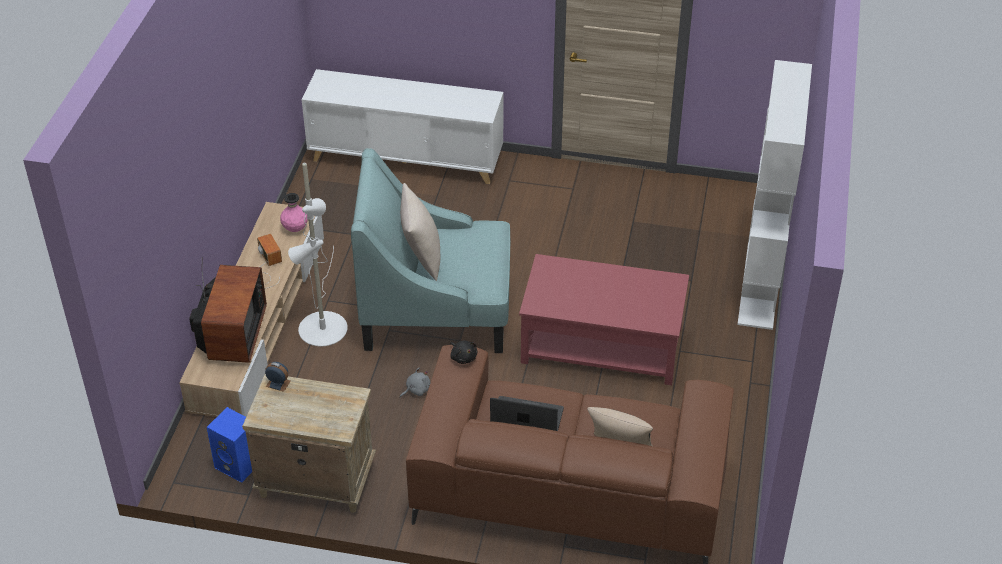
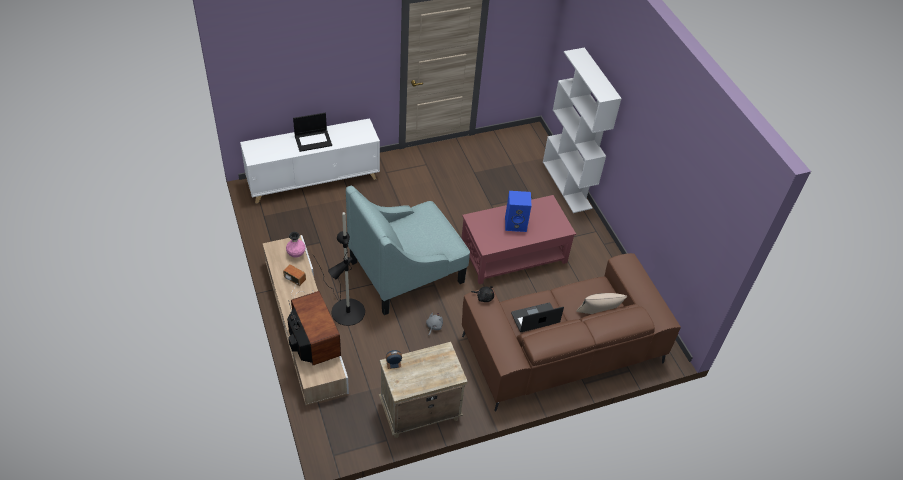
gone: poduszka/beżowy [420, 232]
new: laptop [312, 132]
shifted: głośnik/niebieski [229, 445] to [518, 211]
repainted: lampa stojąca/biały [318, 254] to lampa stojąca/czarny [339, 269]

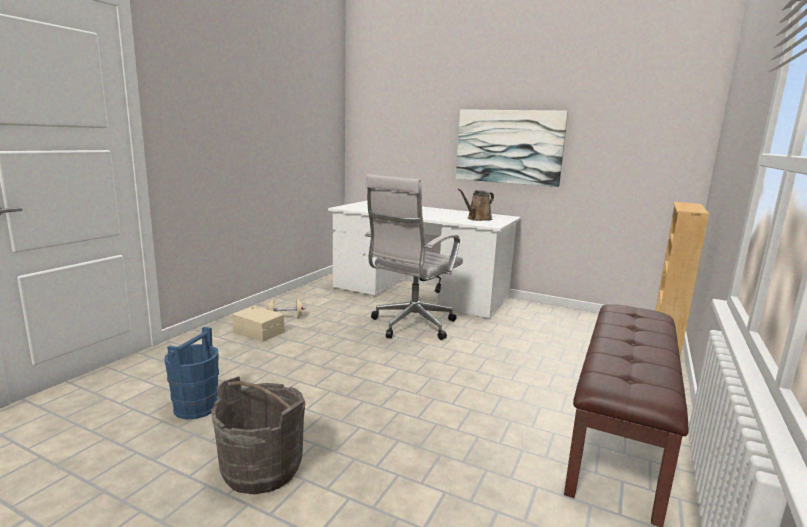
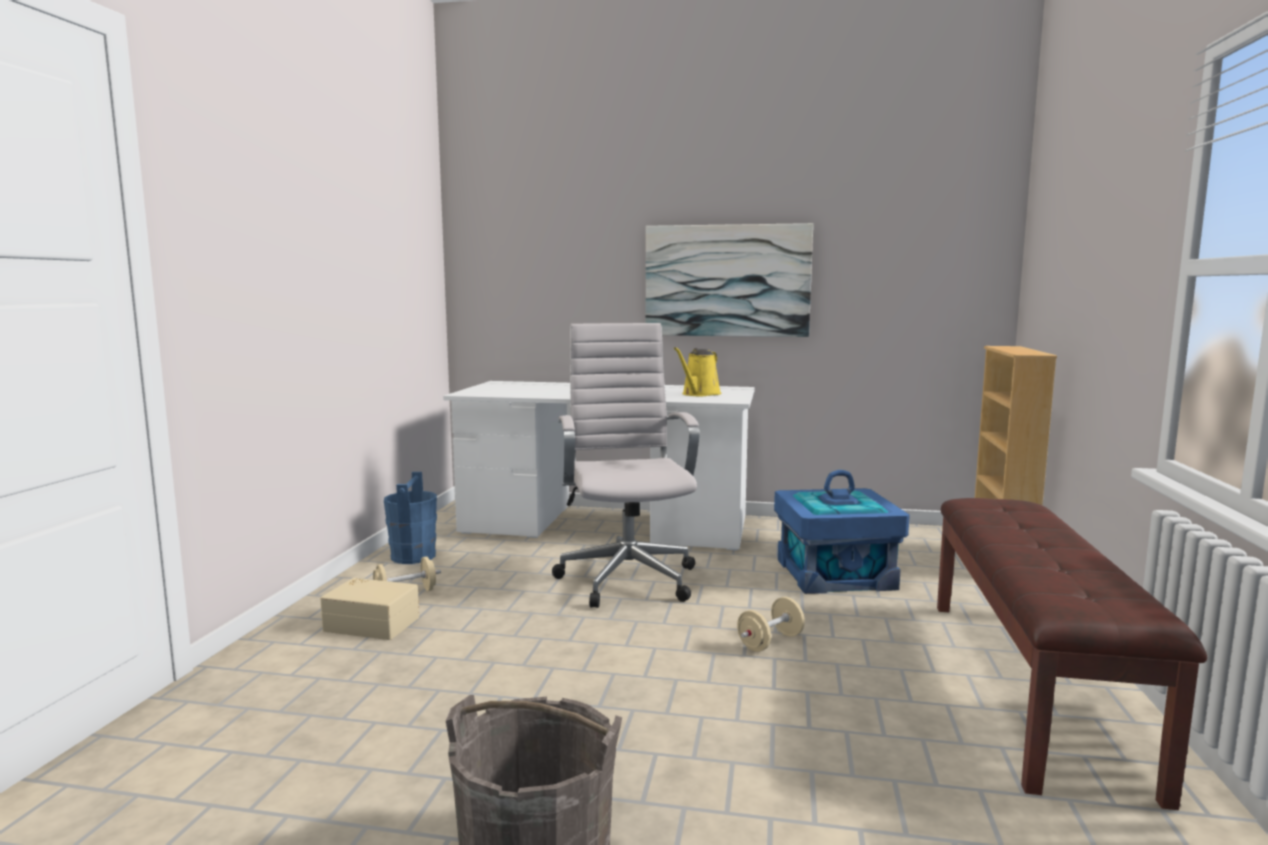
new: hantel/beżowy [771, 624]; pojemnik do przechowywania/niebieski [842, 532]
shifted: wiadro/niebieski [192, 373] to [410, 518]
repainted: konewka/brązowy [476, 205] to konewka/żółty [697, 371]
rotated: krzesło biurowe/biały [414, 257] = [626, 465] 150 degrees clockwise

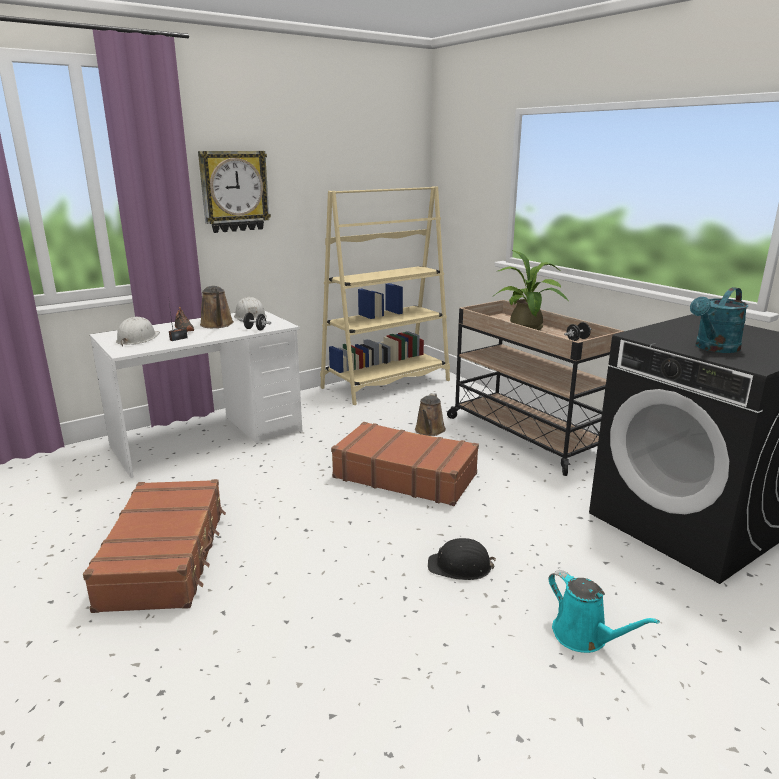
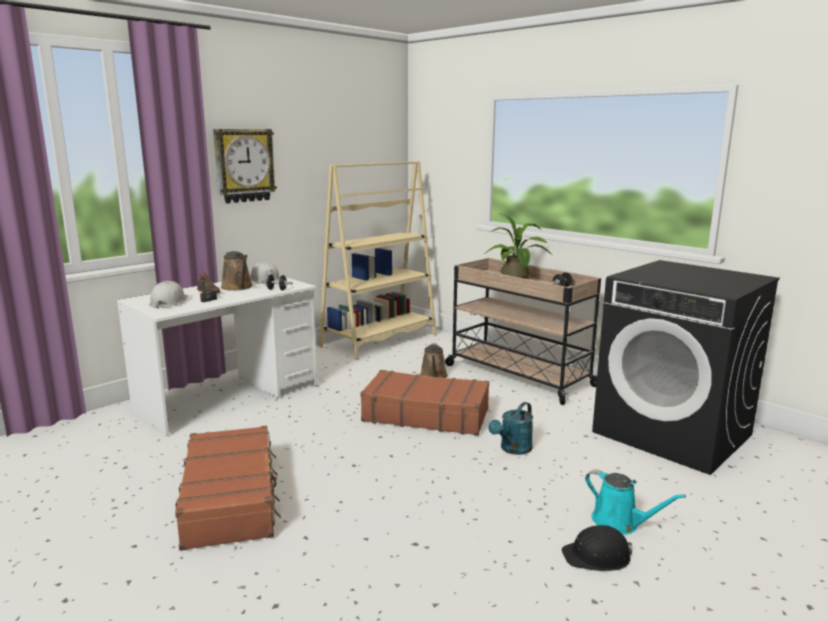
shifted: kask/czarny [462, 559] to [597, 548]; konewka/turkusowy [719, 320] to [510, 428]

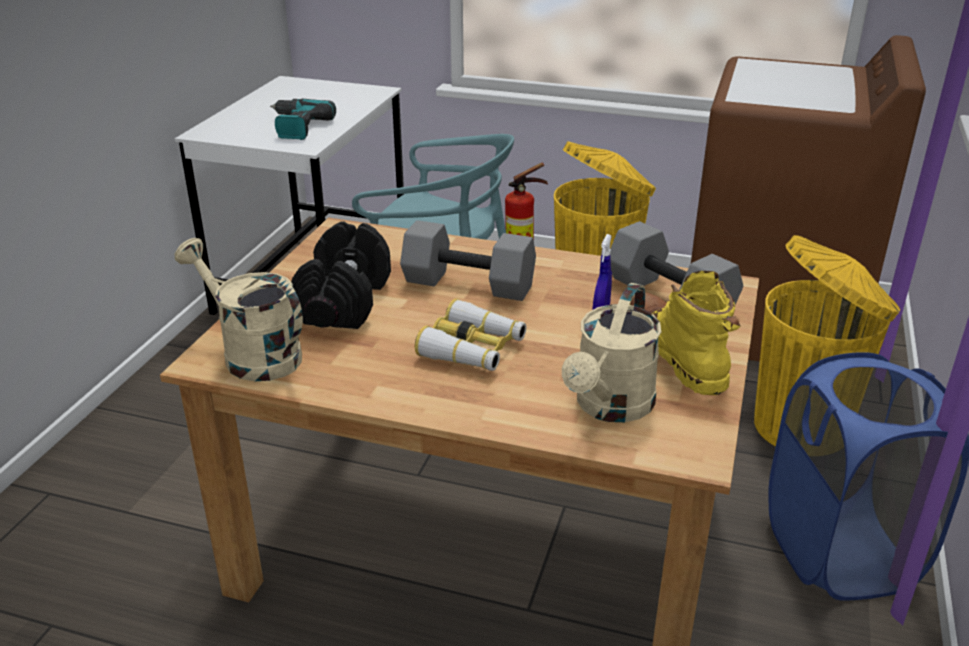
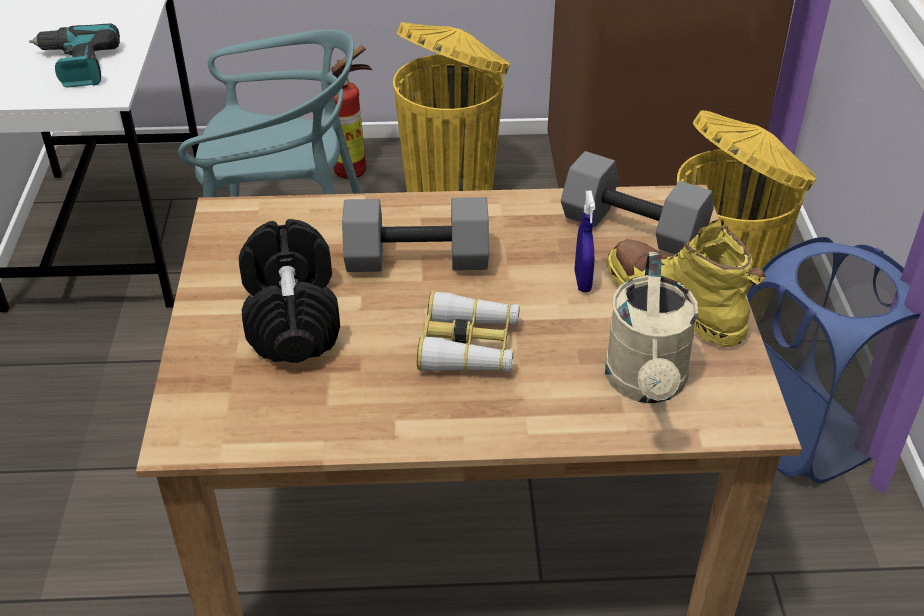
gone: konewka/beżowy [238, 309]

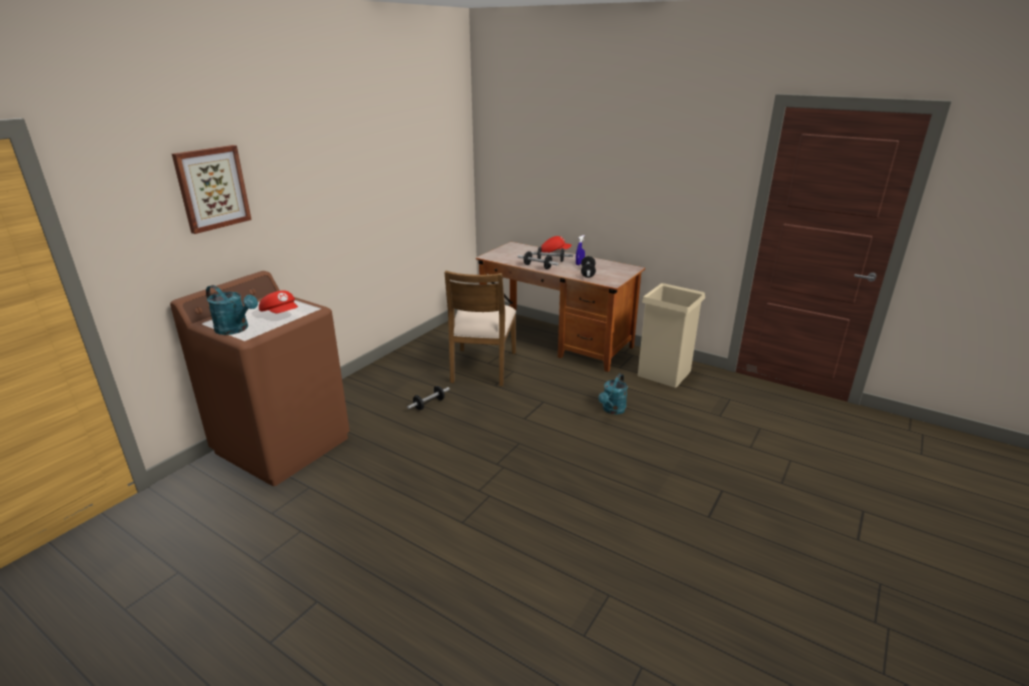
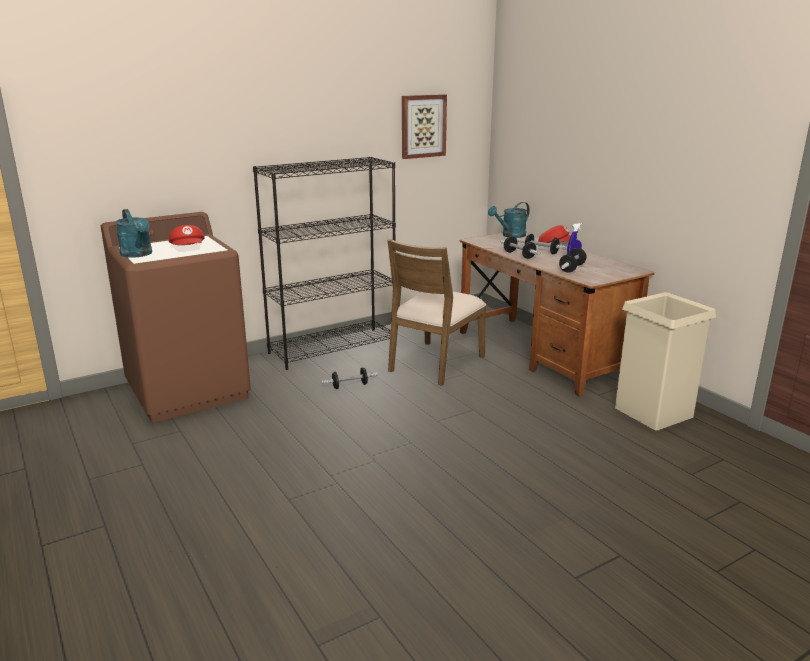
new: regał/czarny [324, 263]
shifted: obraz [212, 189] to [424, 126]; konewka/turkusowy [613, 393] to [509, 220]

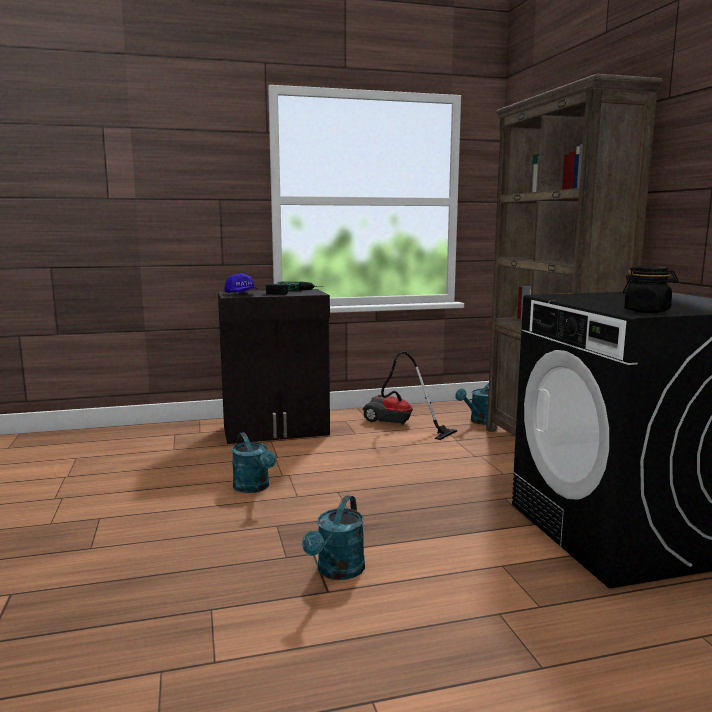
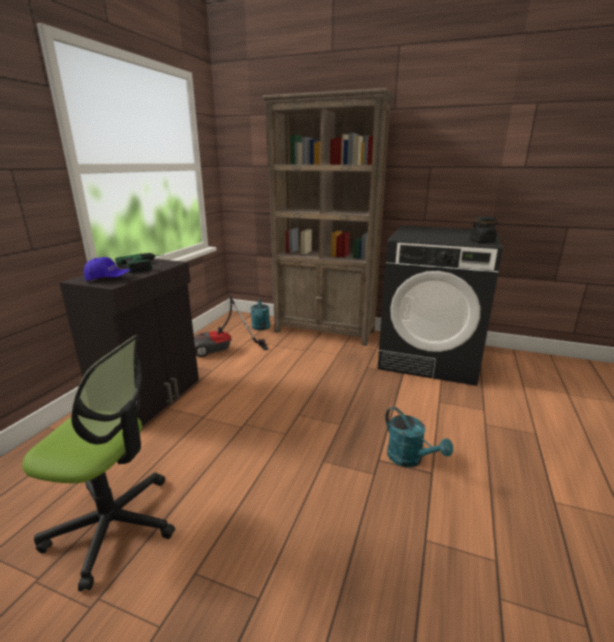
gone: konewka/turkusowy [254, 462]
new: krzesło biurowe [98, 463]

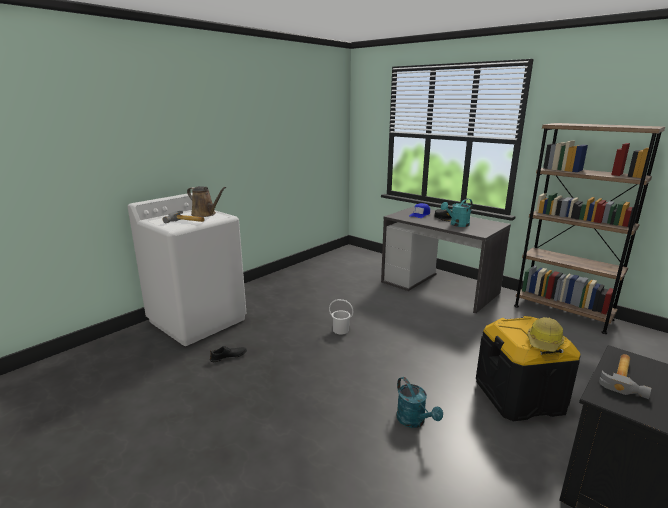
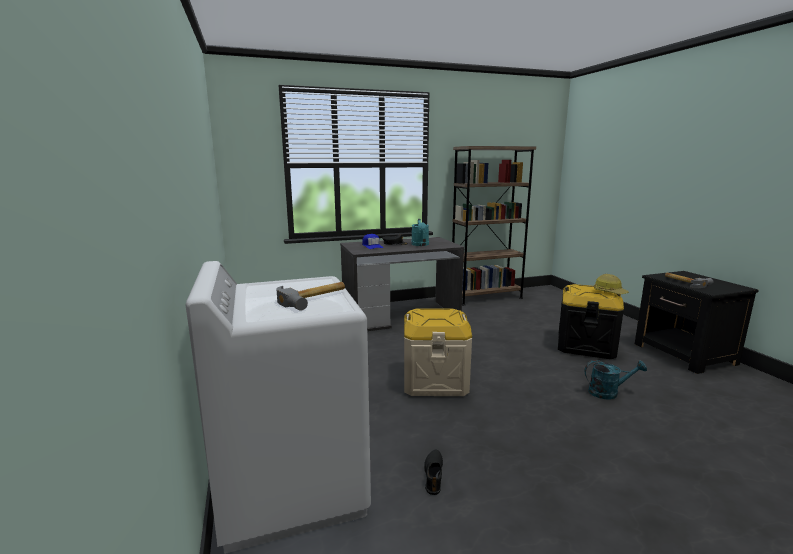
gone: konewka/brązowy [206, 201]
swapped: wiadro/biały [341, 316] to pojemnik do przechowywania/beżowy [438, 352]

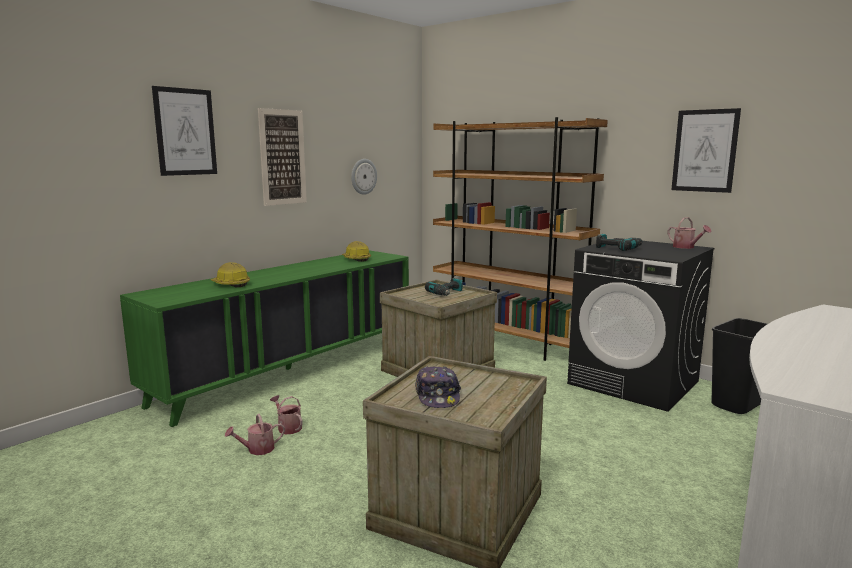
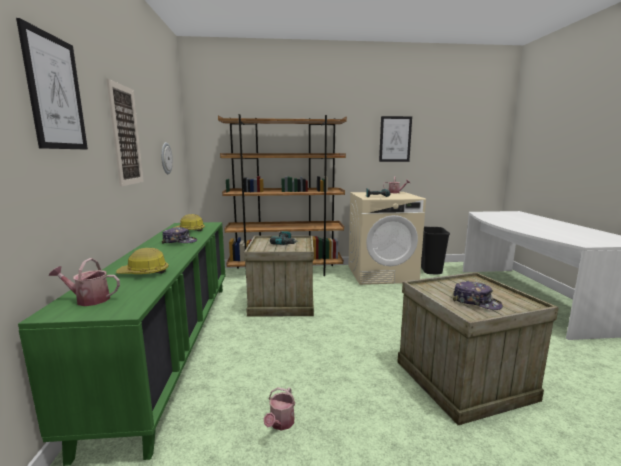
new: czapka z daszkiem [179, 235]
shifted: konewka [286, 414] to [84, 282]
repainted: pralka/czarny [641, 325] to pralka/beżowy [387, 238]

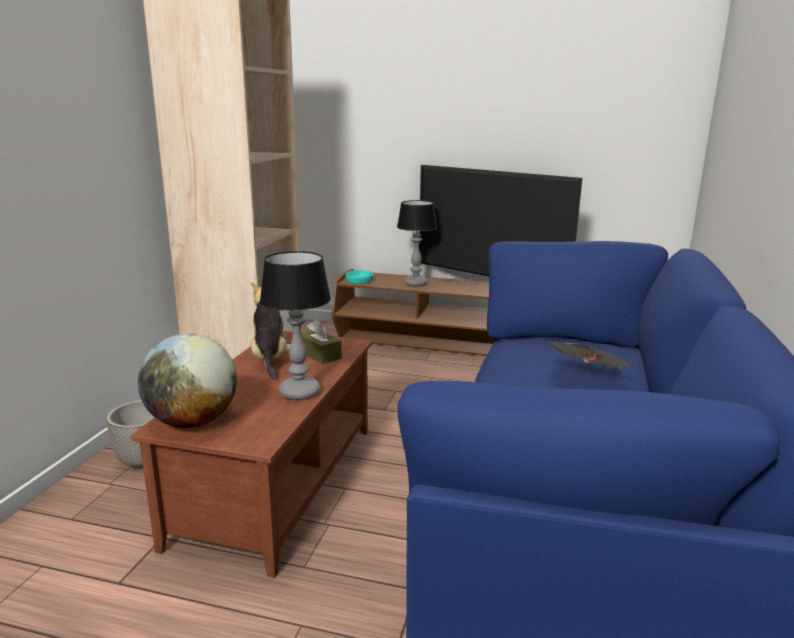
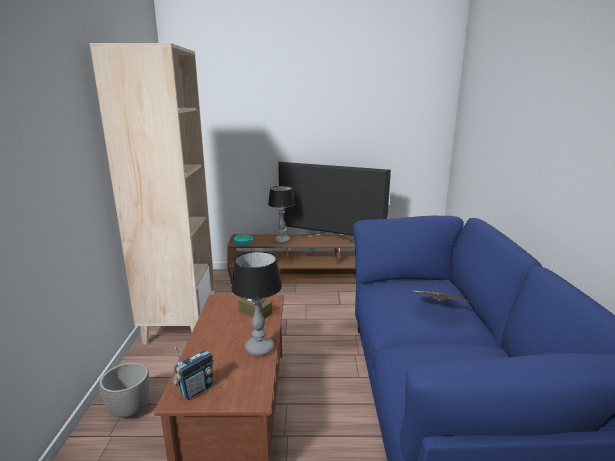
gone: pluszak [270, 330]
swapped: globus [187, 381] to radio [193, 373]

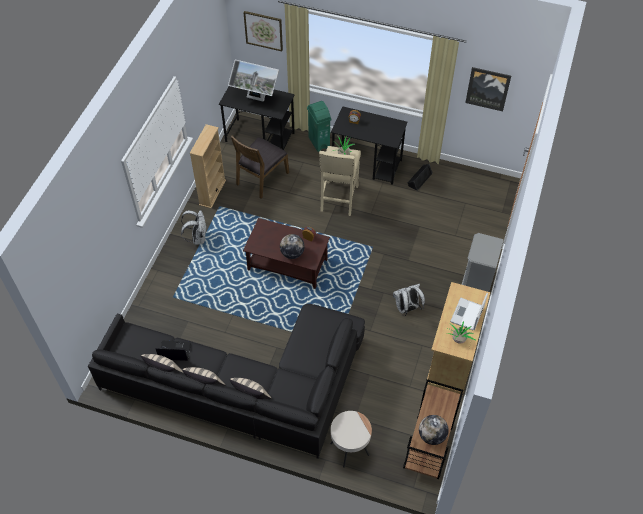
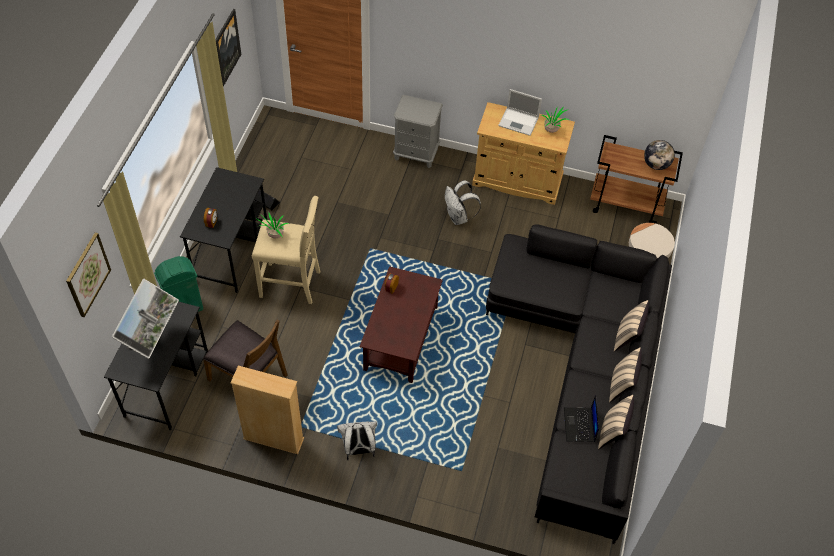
gone: globus [292, 246]

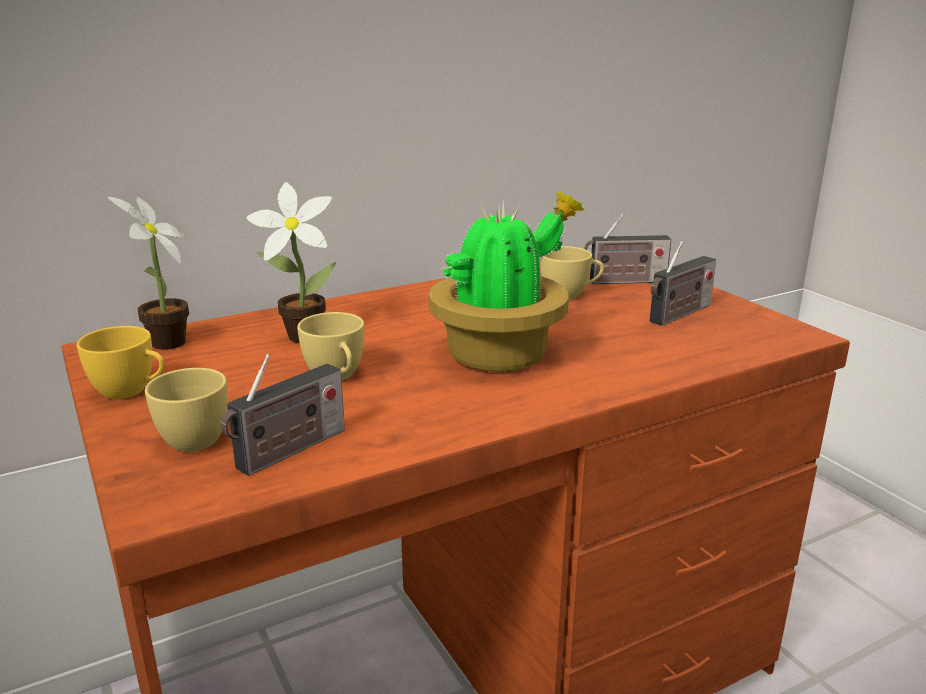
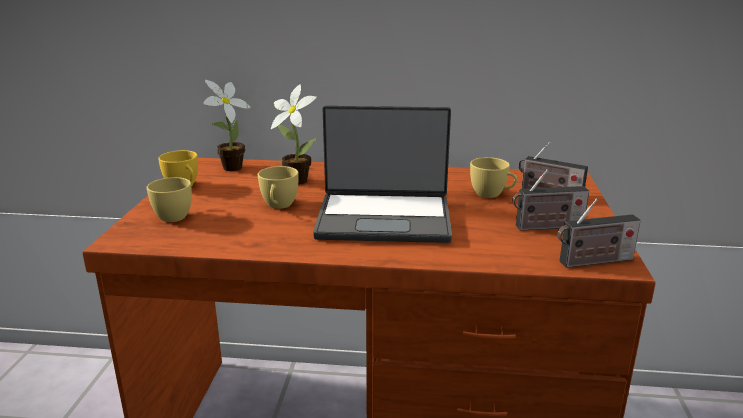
shifted: radio [282, 415] to [599, 233]
swapped: roślina doniczkowa [506, 282] to laptop [382, 174]

